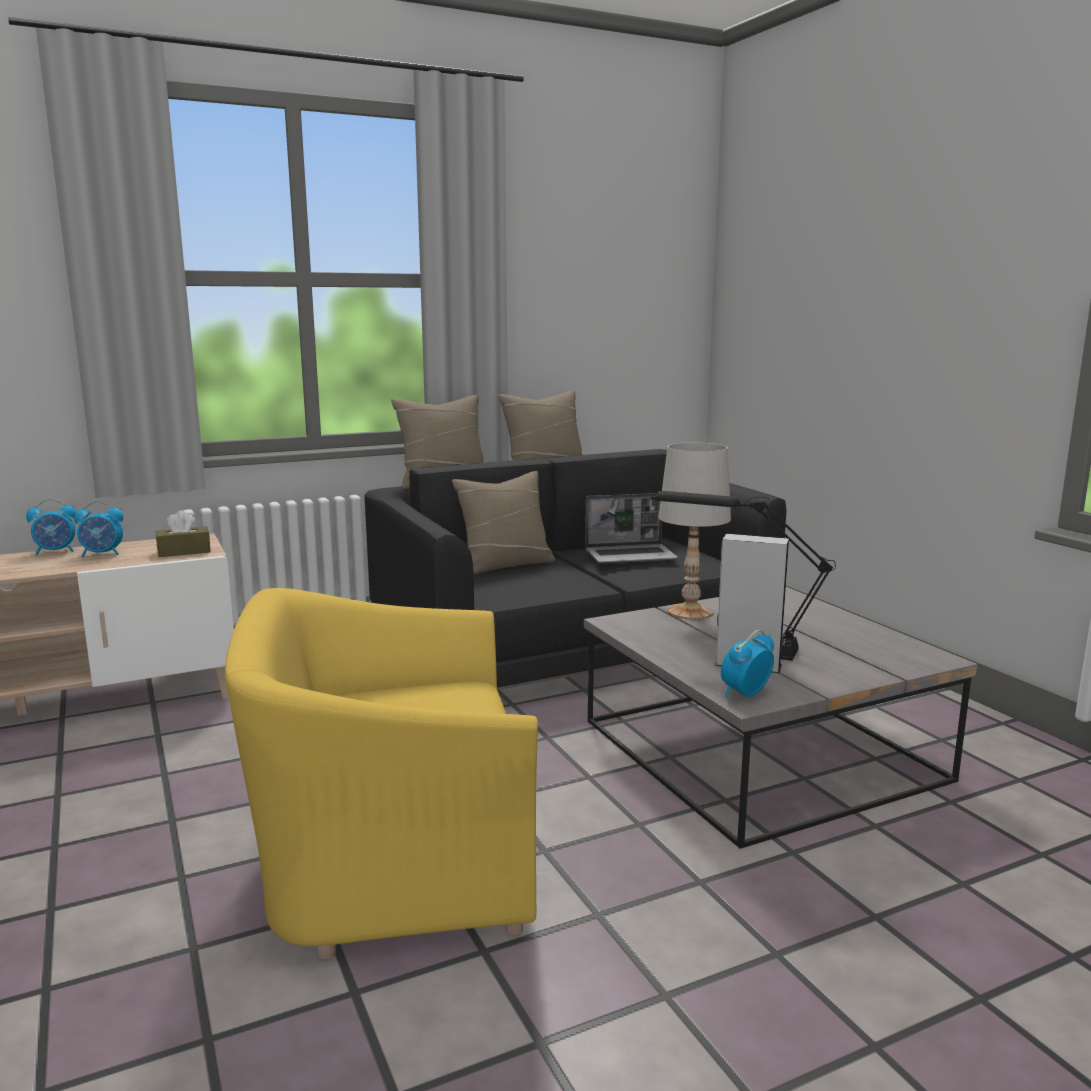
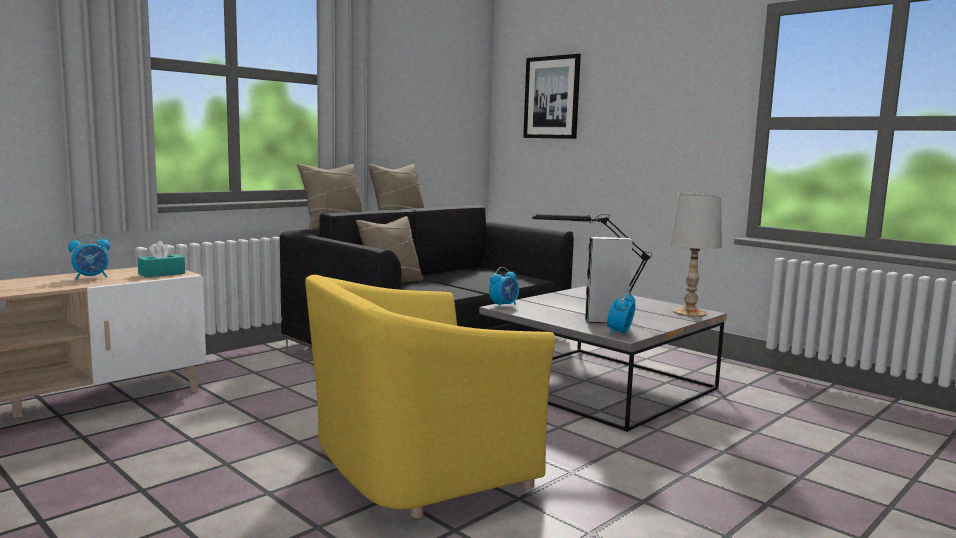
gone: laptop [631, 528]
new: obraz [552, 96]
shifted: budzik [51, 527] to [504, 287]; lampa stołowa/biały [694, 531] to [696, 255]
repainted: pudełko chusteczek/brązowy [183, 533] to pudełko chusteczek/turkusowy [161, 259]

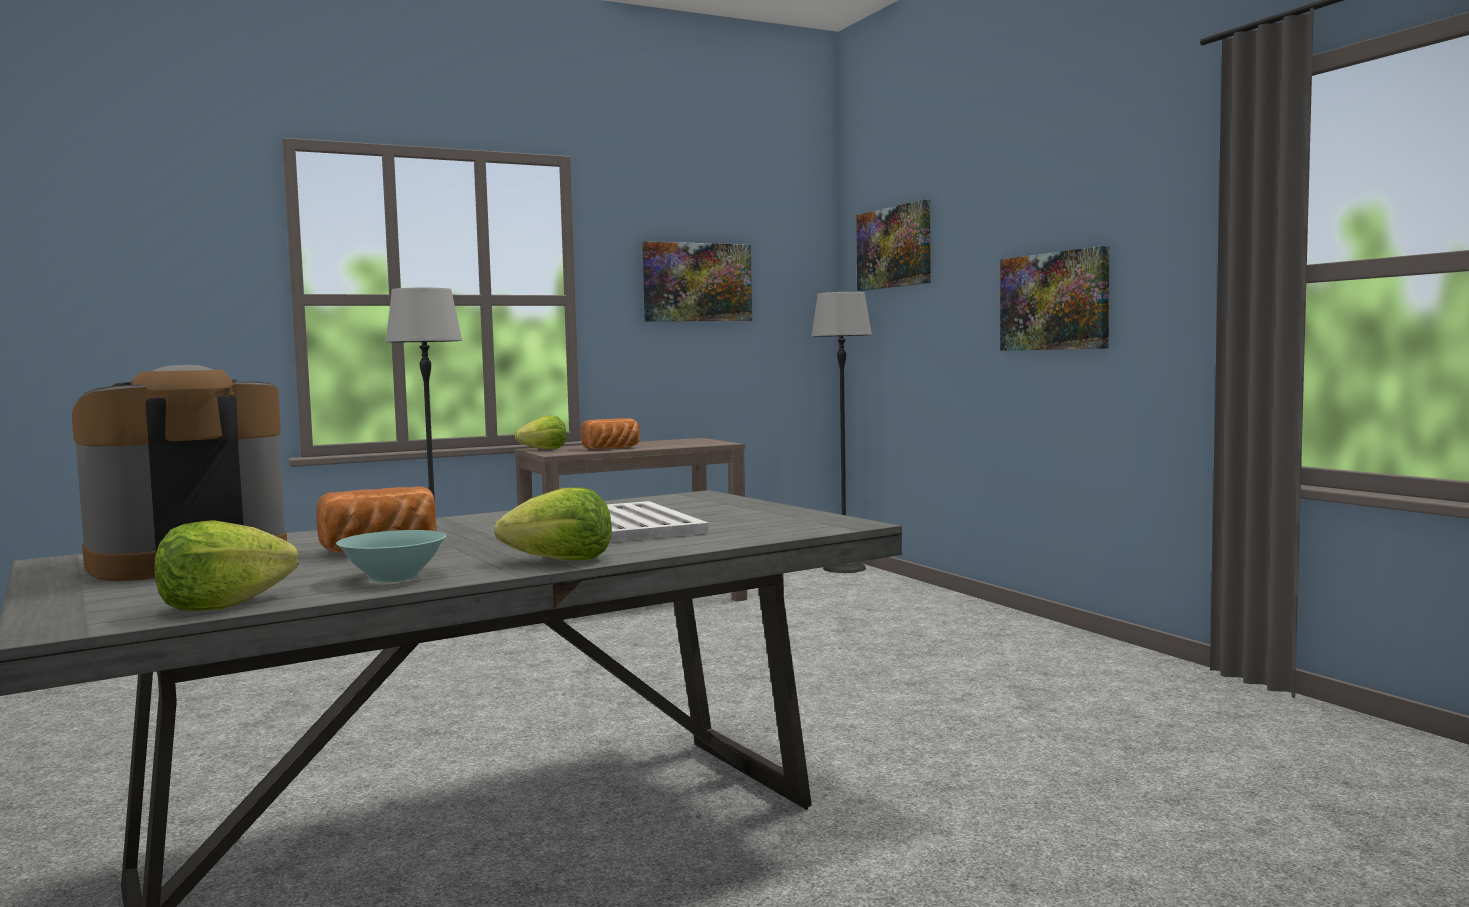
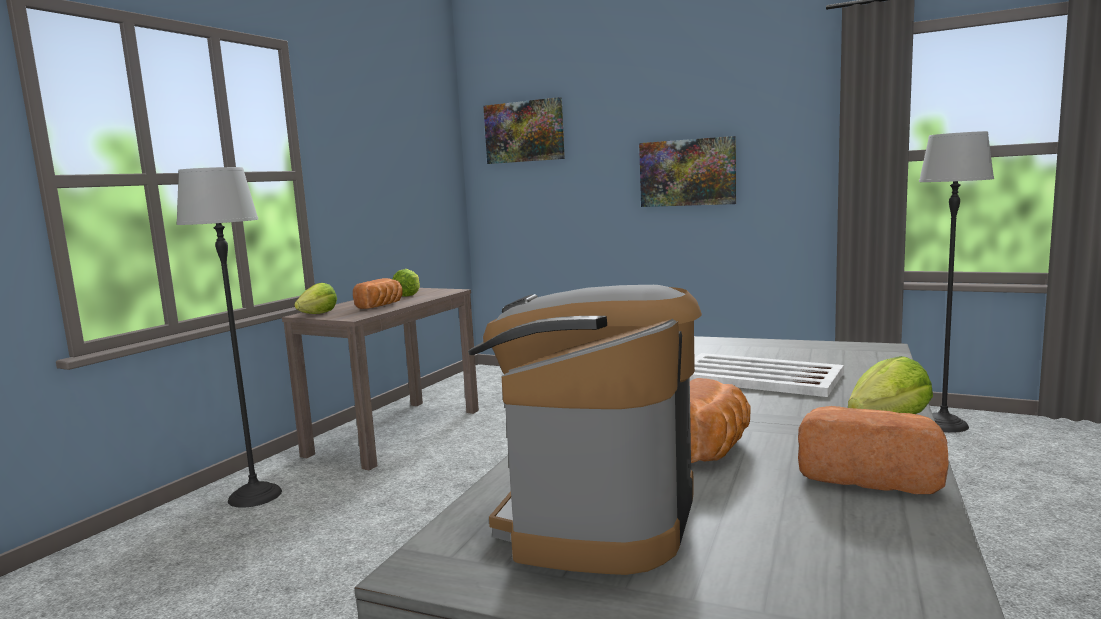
gone: obraz [697, 281]
shifted: sałata [227, 565] to [406, 283]; lampa stojąca [841, 432] to [956, 282]
swapped: miska/turkusowy [391, 556] to chleb [873, 450]

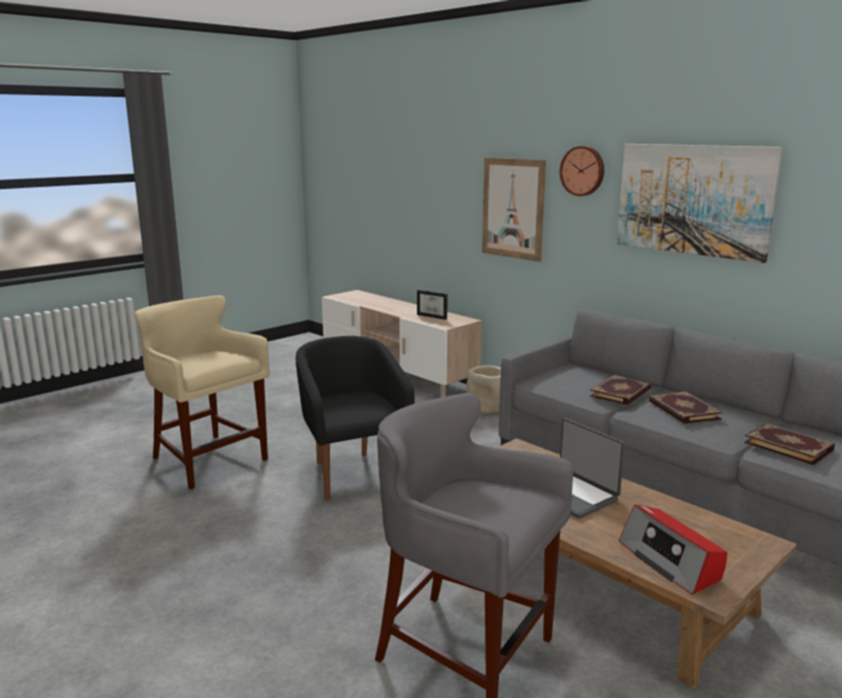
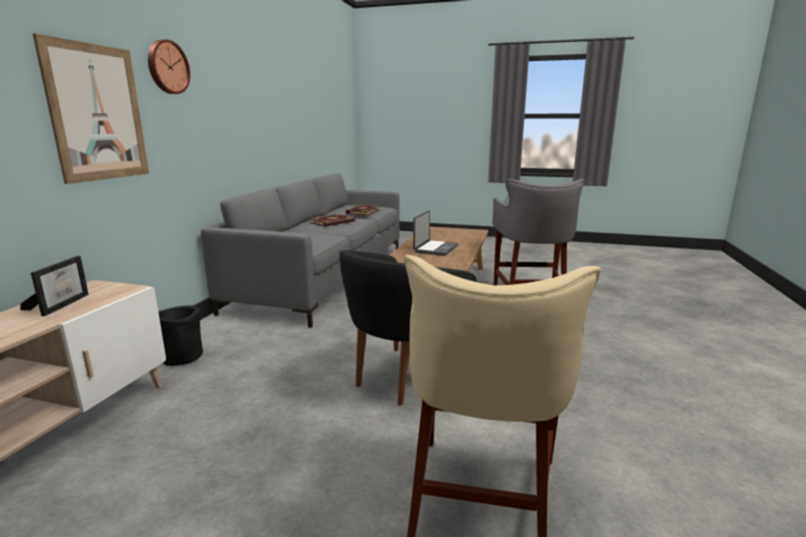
gone: książka [620, 390]; obraz [700, 203]; radio [673, 550]
repainted: donica/beżowy [483, 389] to donica/czarny [180, 336]

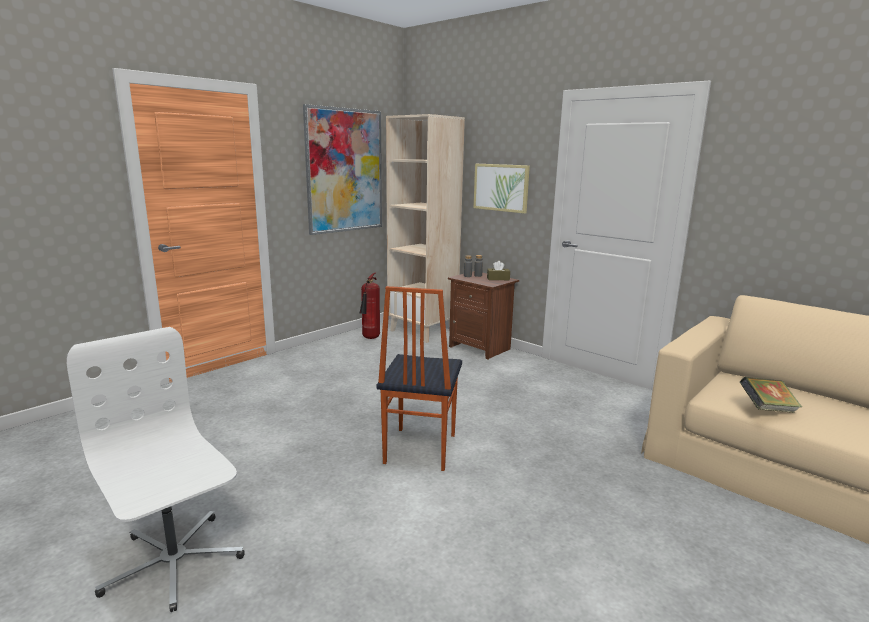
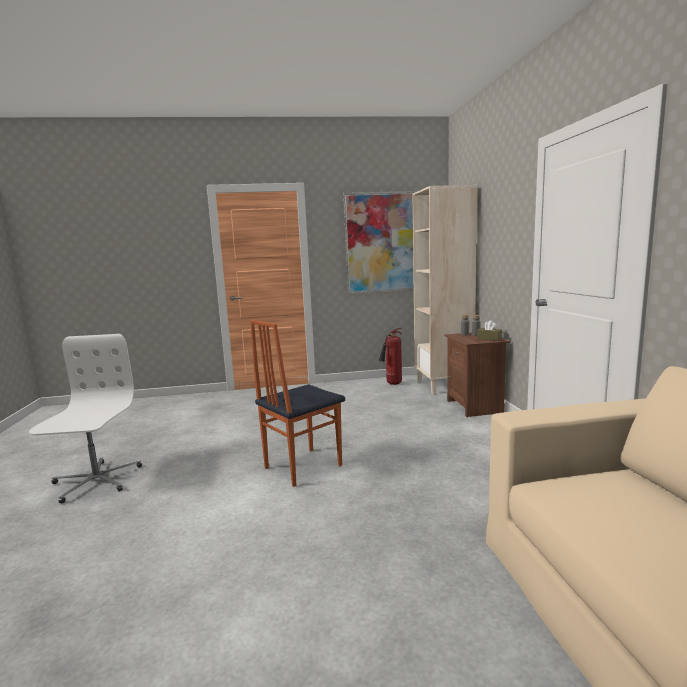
gone: obraz [501, 189]; książka [771, 395]

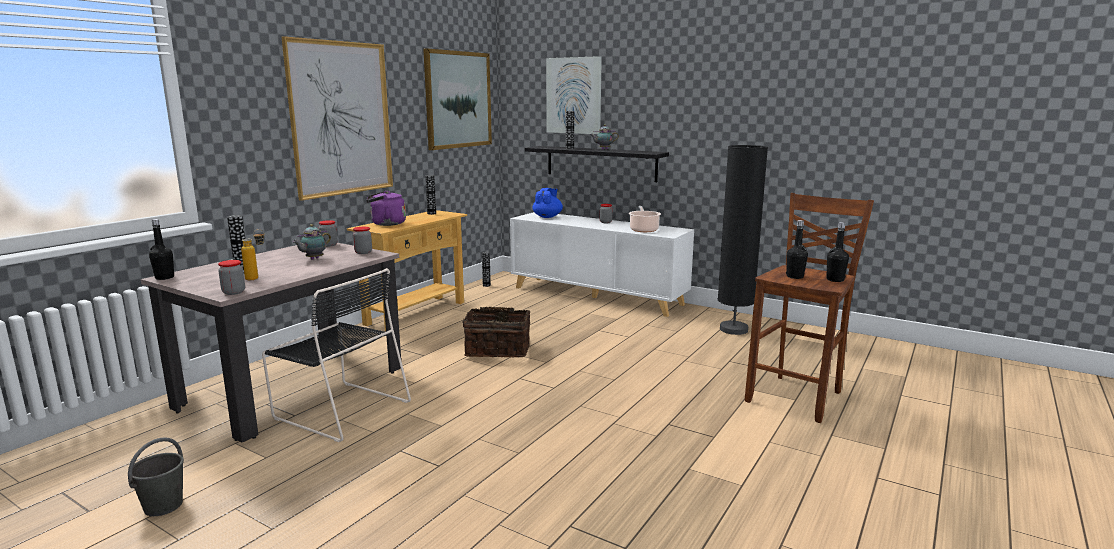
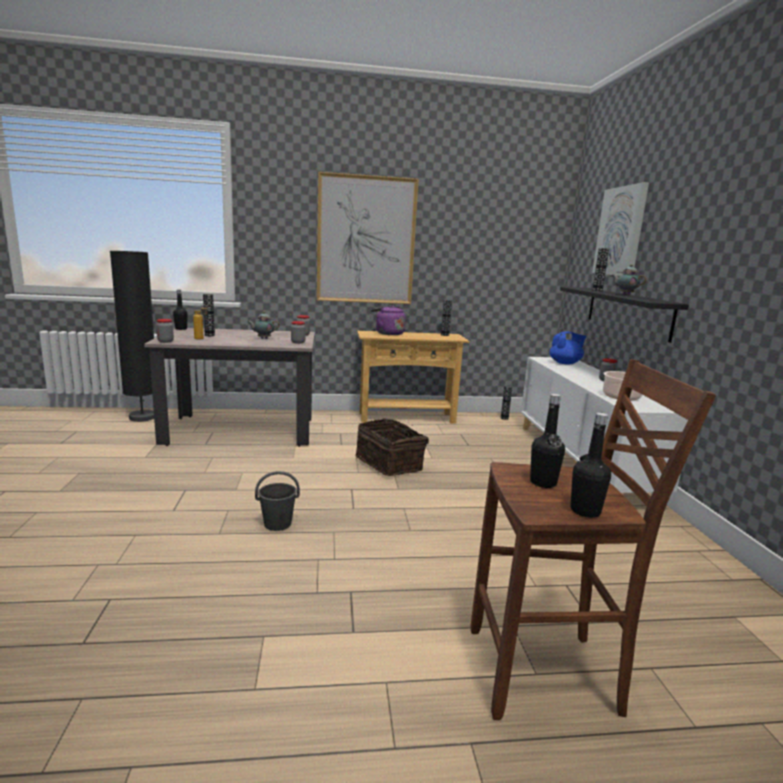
gone: krzesło/czarny [336, 355]; obraz [457, 99]
shifted: wiadro/szary [156, 476] to [277, 501]; lampa stojąca/czarny [743, 240] to [132, 336]

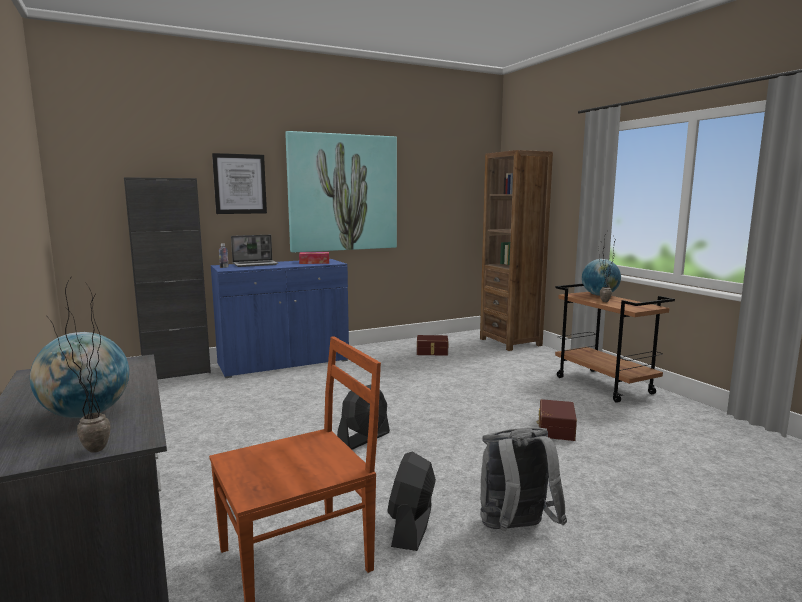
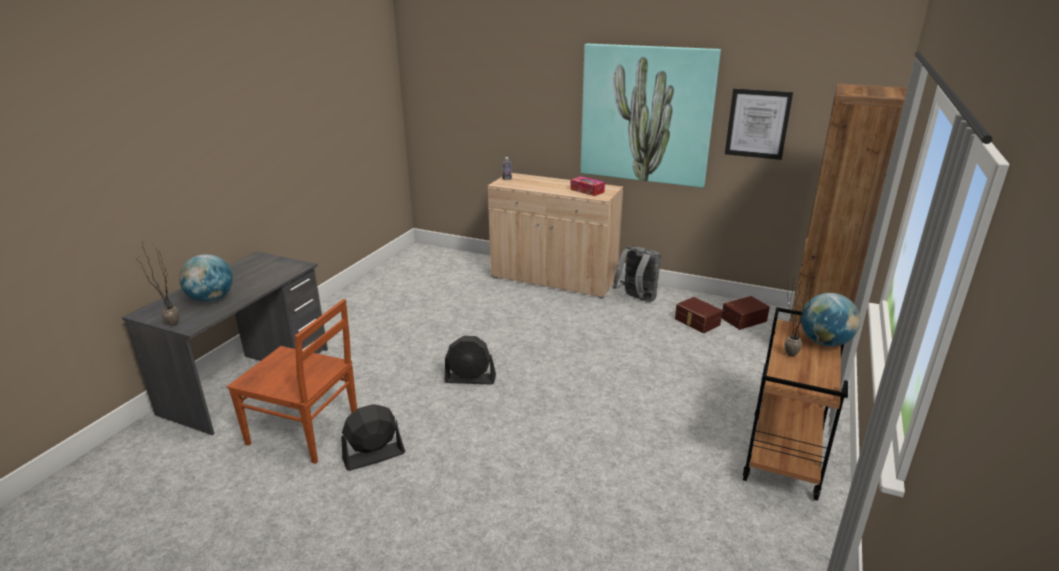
gone: szafka/czarny [167, 278]; laptop [254, 251]
shifted: obraz [239, 183] to [759, 124]; plecak/szary [523, 479] to [636, 274]; pojemnik do przechowywania/brązowy [557, 420] to [746, 313]
repainted: szafka/niebieski [280, 318] to szafka/beżowy [555, 235]

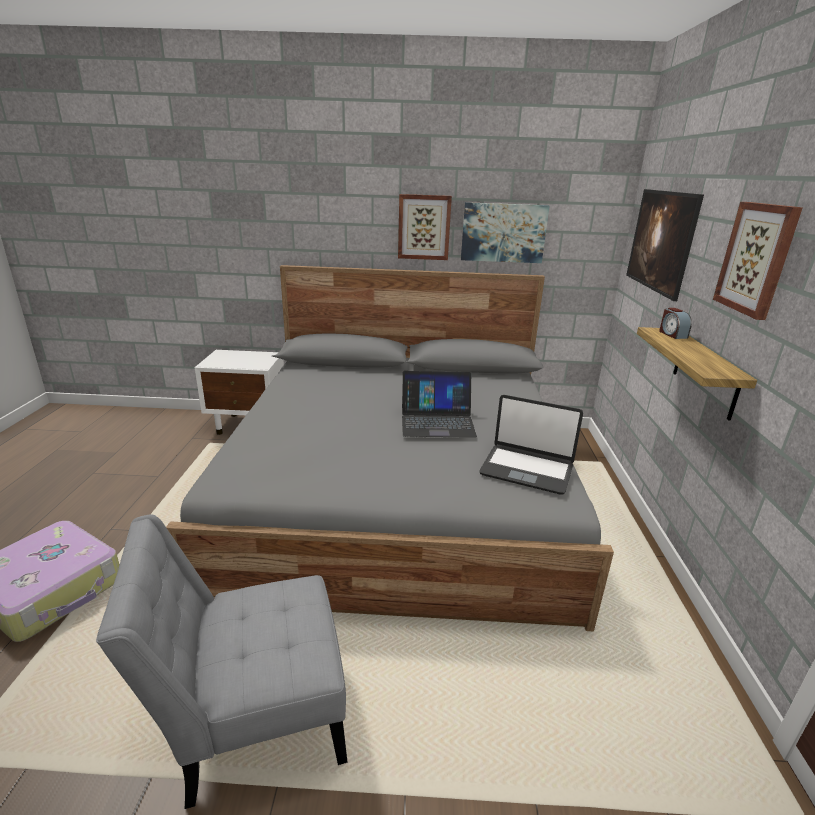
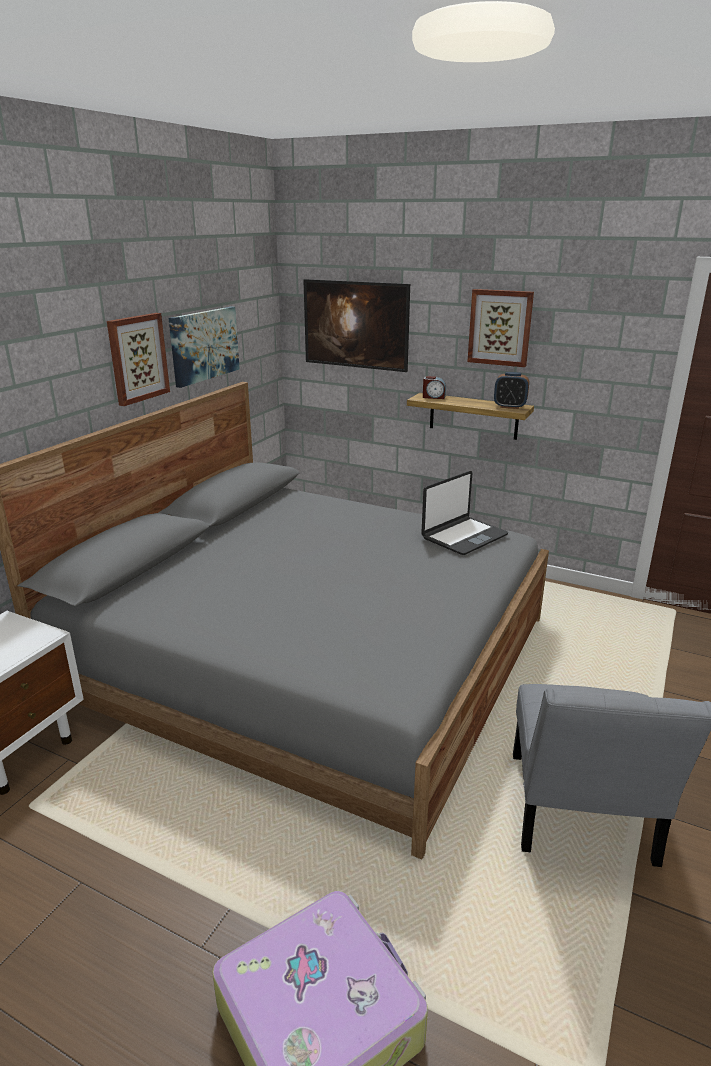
gone: laptop [439, 404]
new: budzik [511, 390]

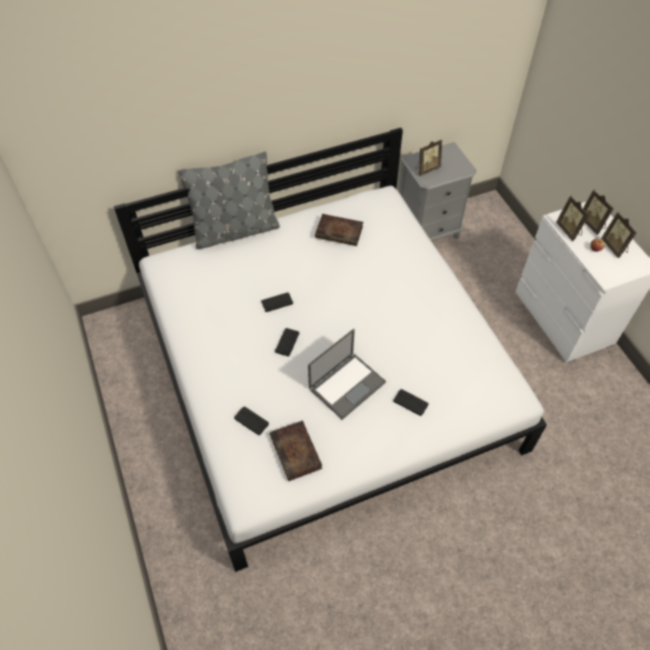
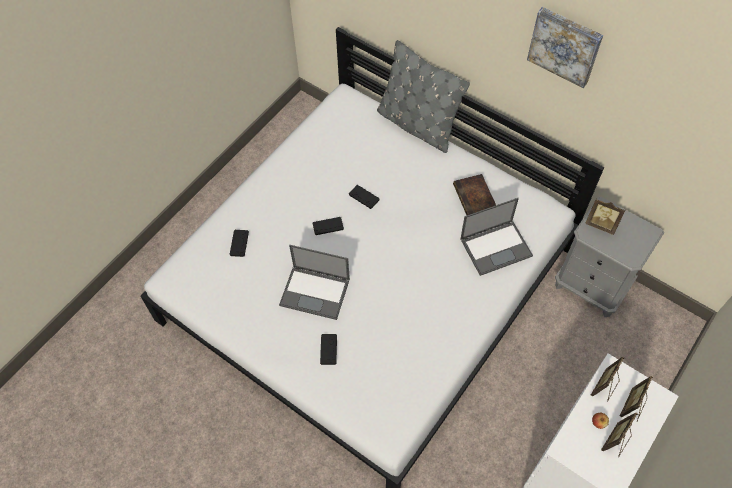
gone: książka [296, 450]
new: laptop [496, 237]; obraz [565, 47]

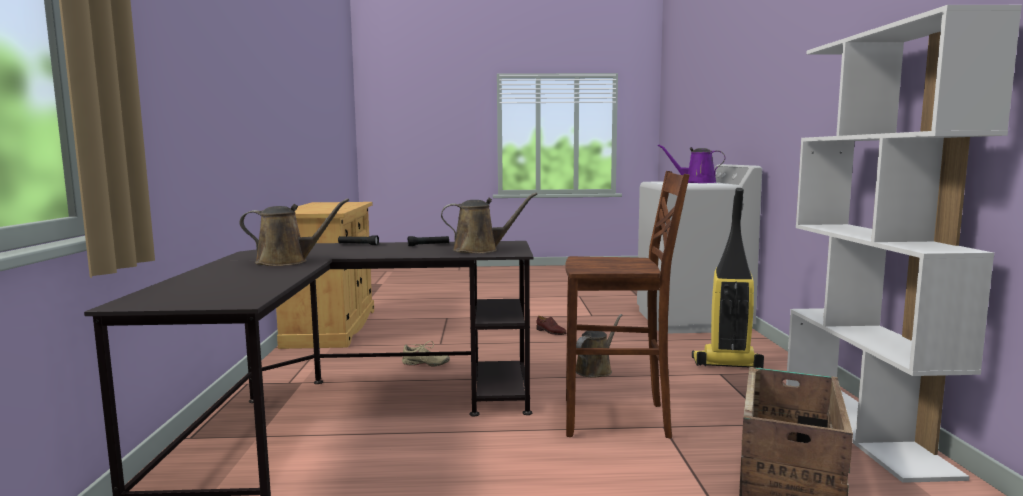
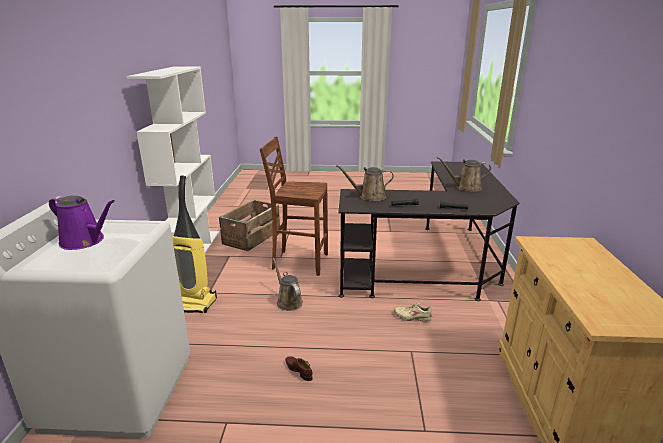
rotated: konewka/brązowy [599, 346] = [288, 284] 105 degrees clockwise

